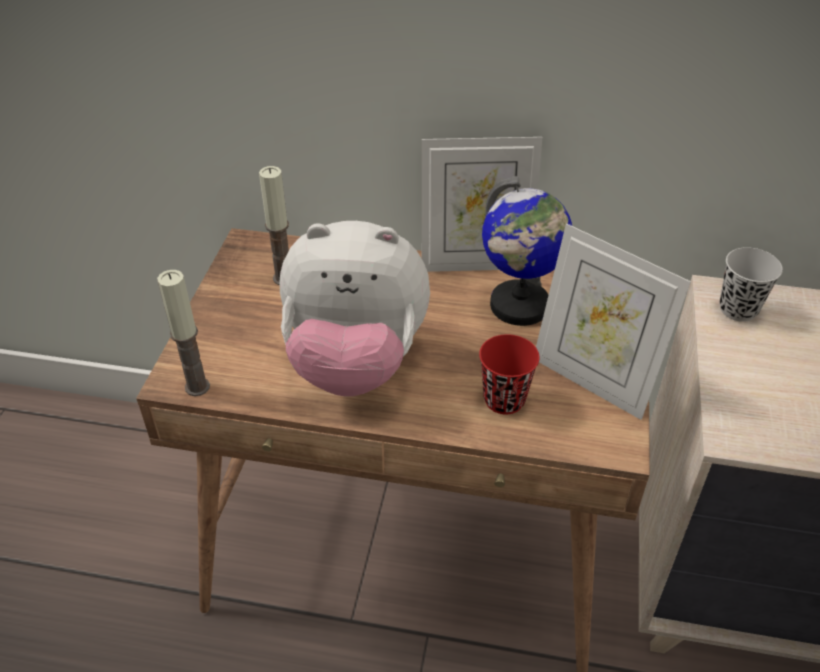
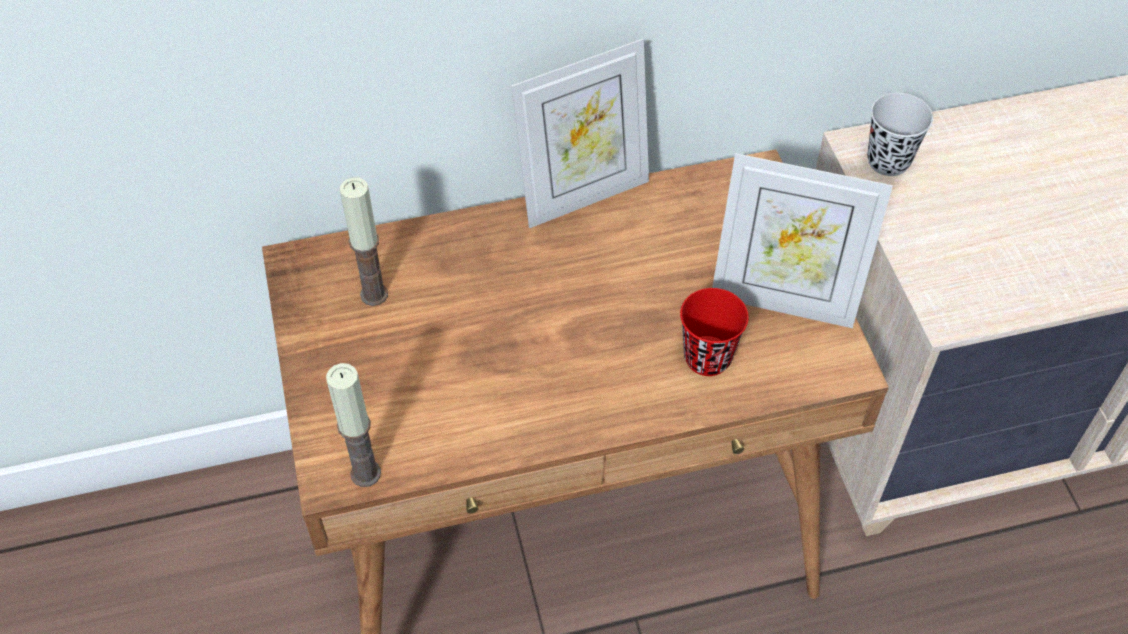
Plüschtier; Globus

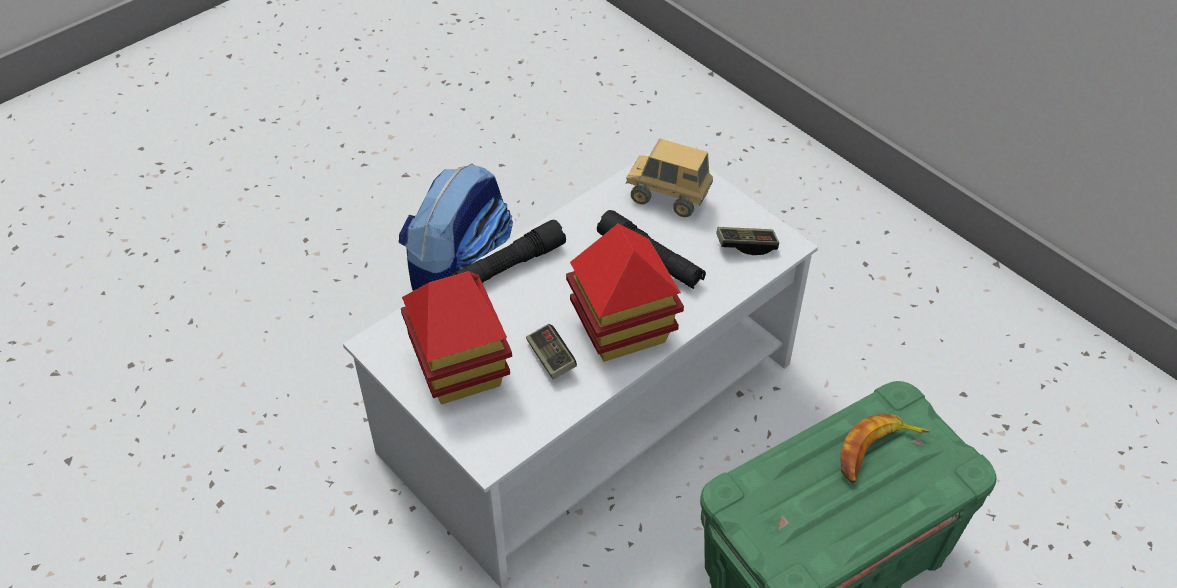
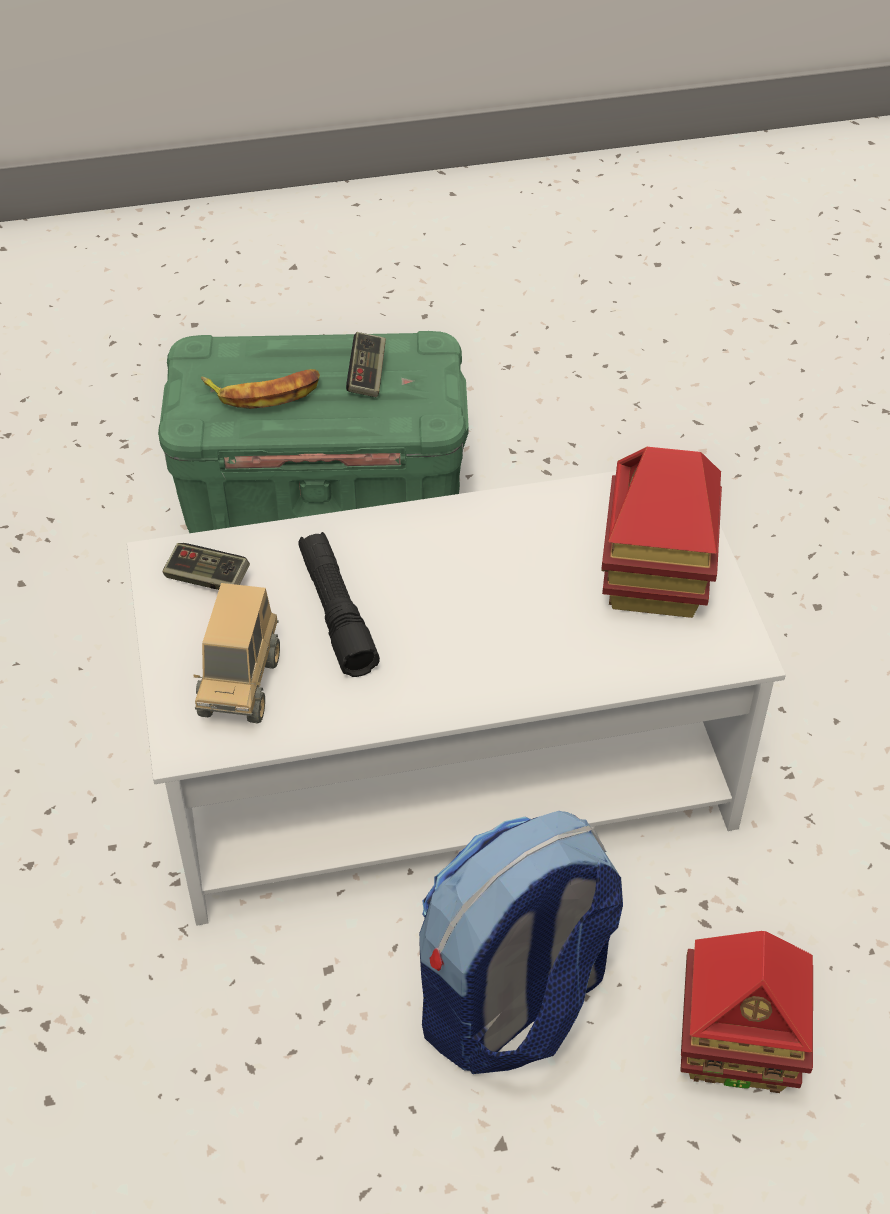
Spielzeuglaster; Gamepad (2nd from left); Spielzeughaus (2nd from left); Taschenlampe (schwarz) (1st from left in the first image)

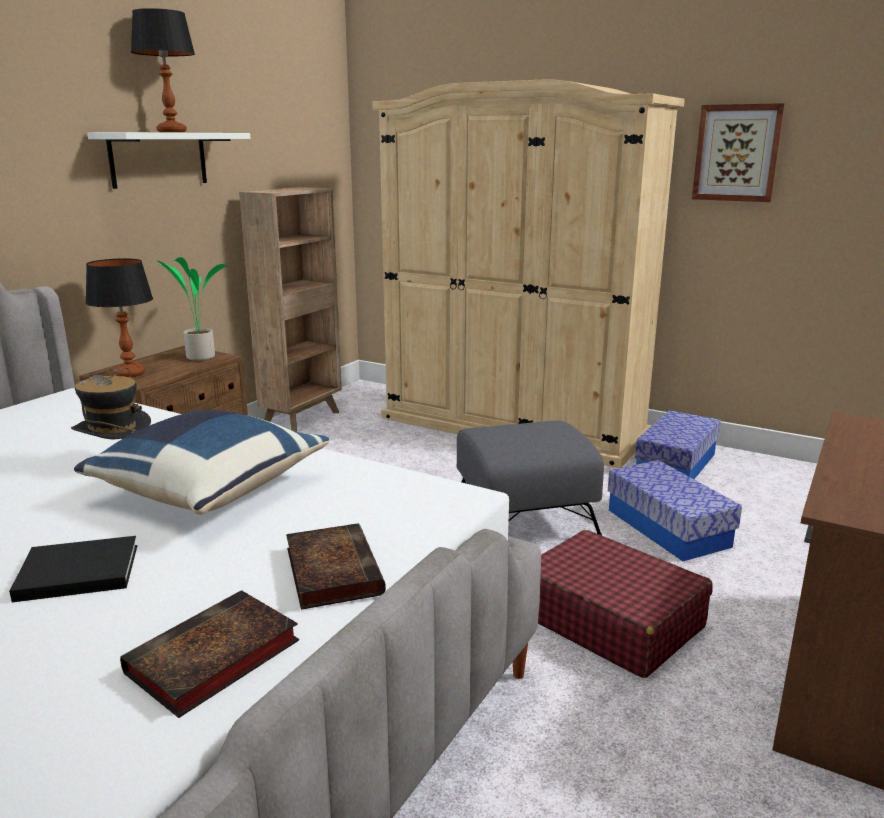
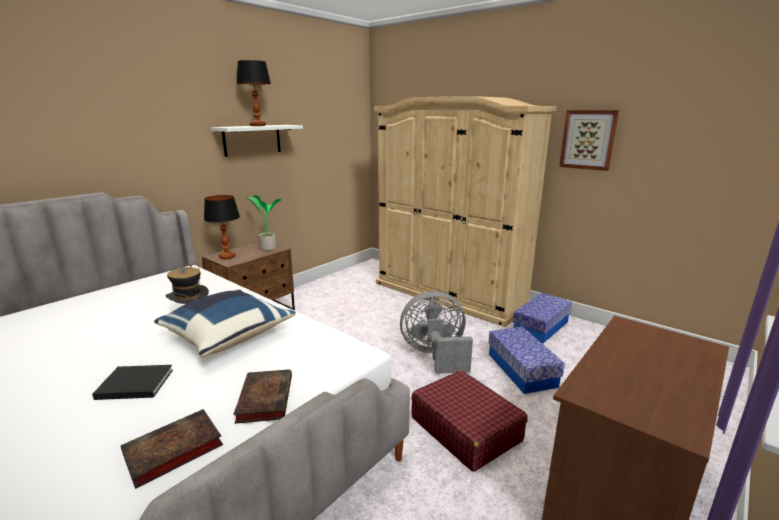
Ventilator (grau); Bücherregal (braun)

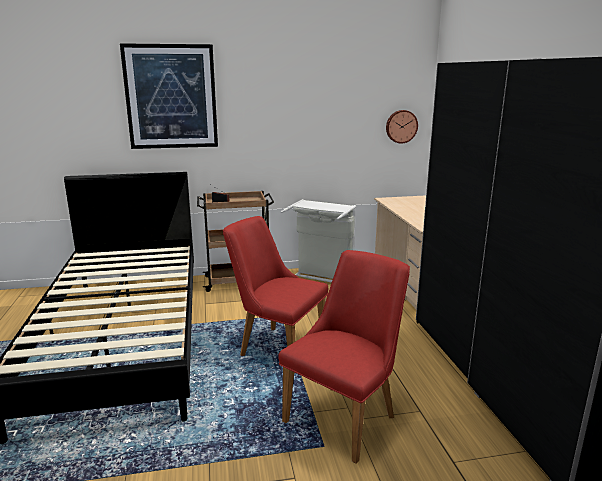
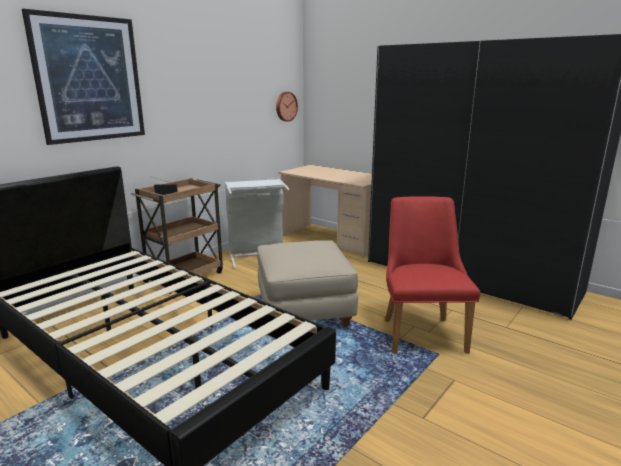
Polsterhocker (beige)

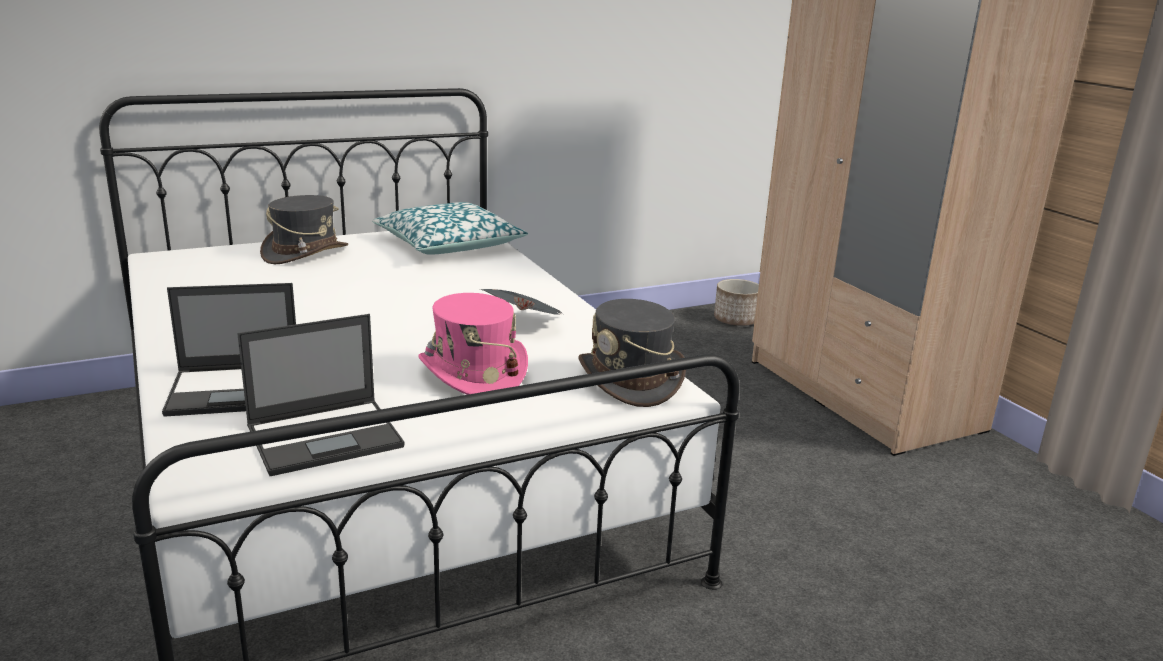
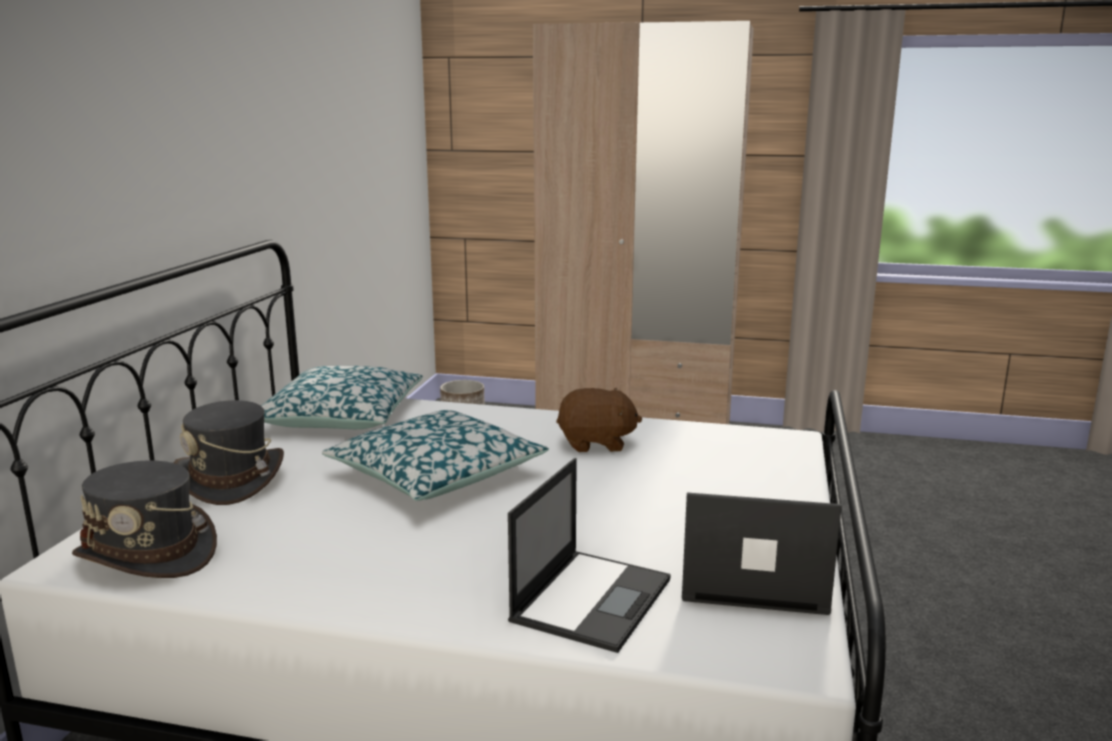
Hut (grau) (1st from left); Kissen (2nd from left); Plüschtier (braun); Laptop (2nd from left); Hut (rosa)

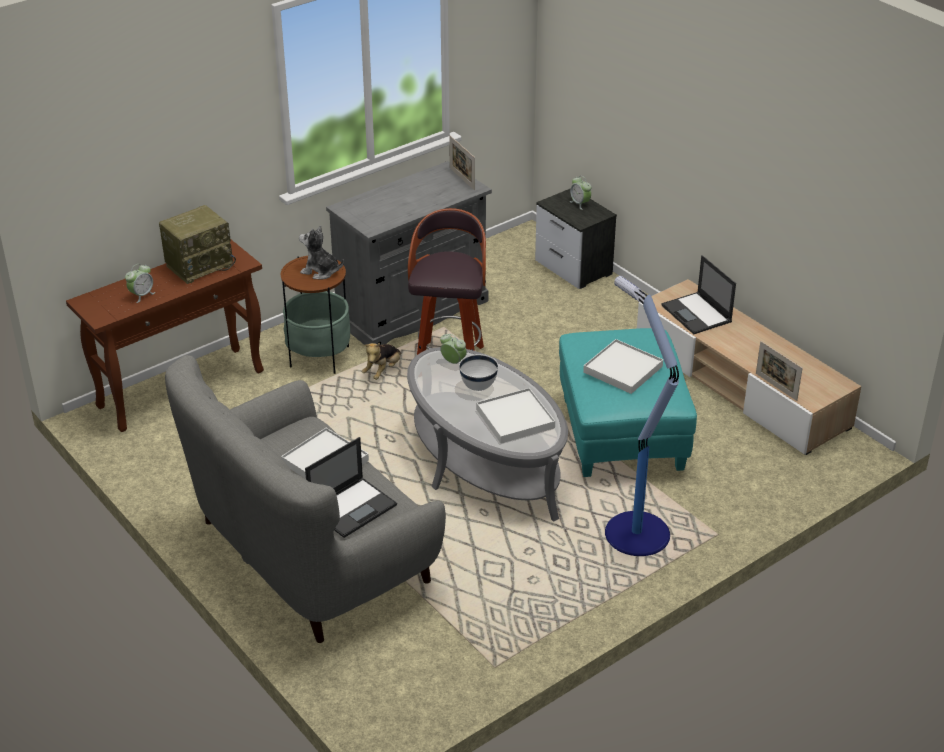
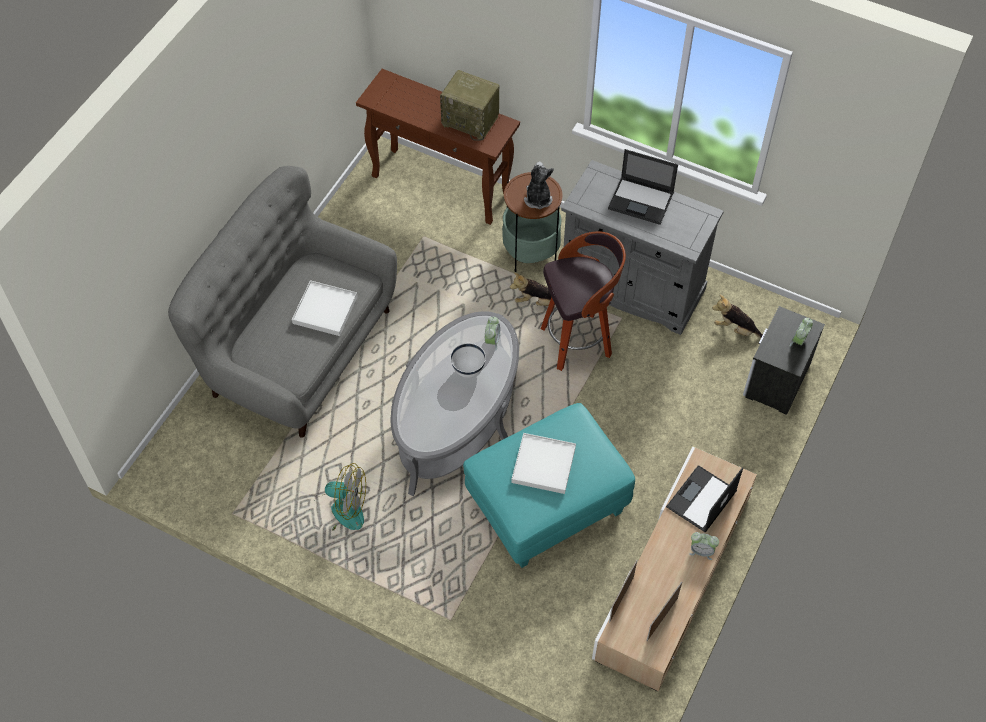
Ventilator; Laptop (1st from left); Bilderrahmen (2nd from left); Wecker (2nd from left); Plüschtier (3rd from left); Tablett (weiß) (2nd from left in the first image); Stehlampe

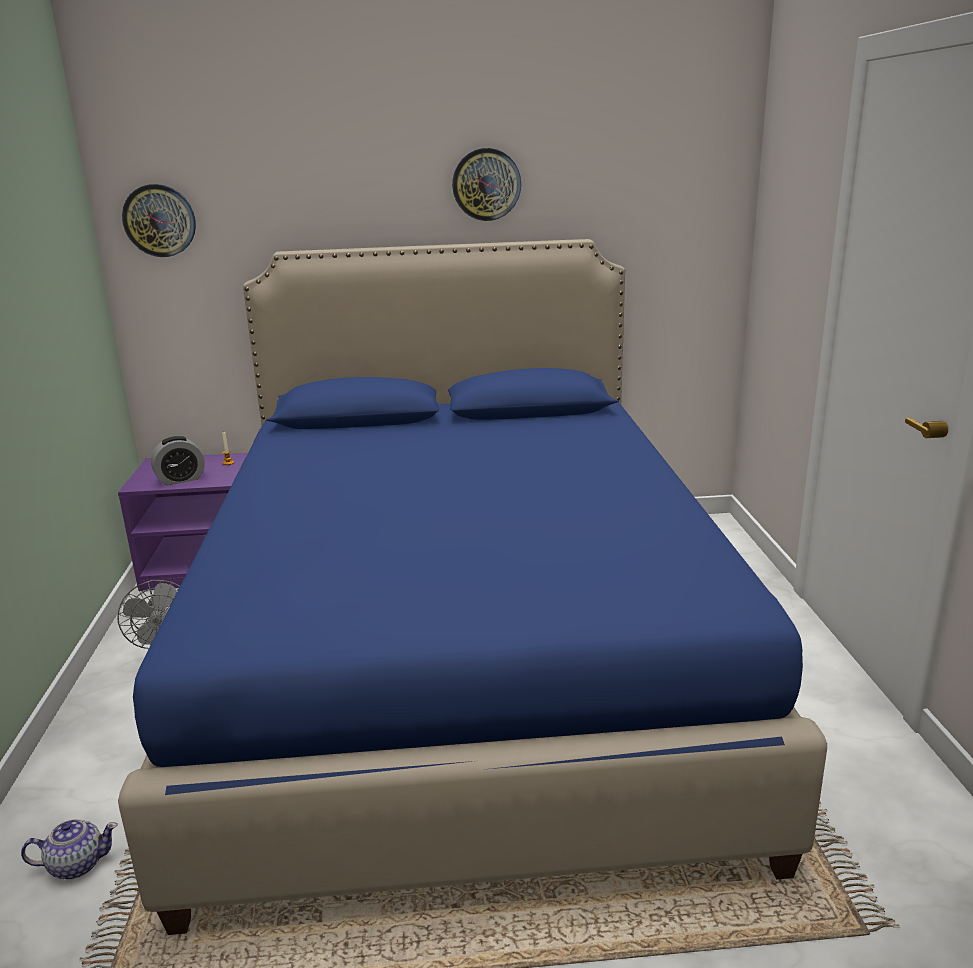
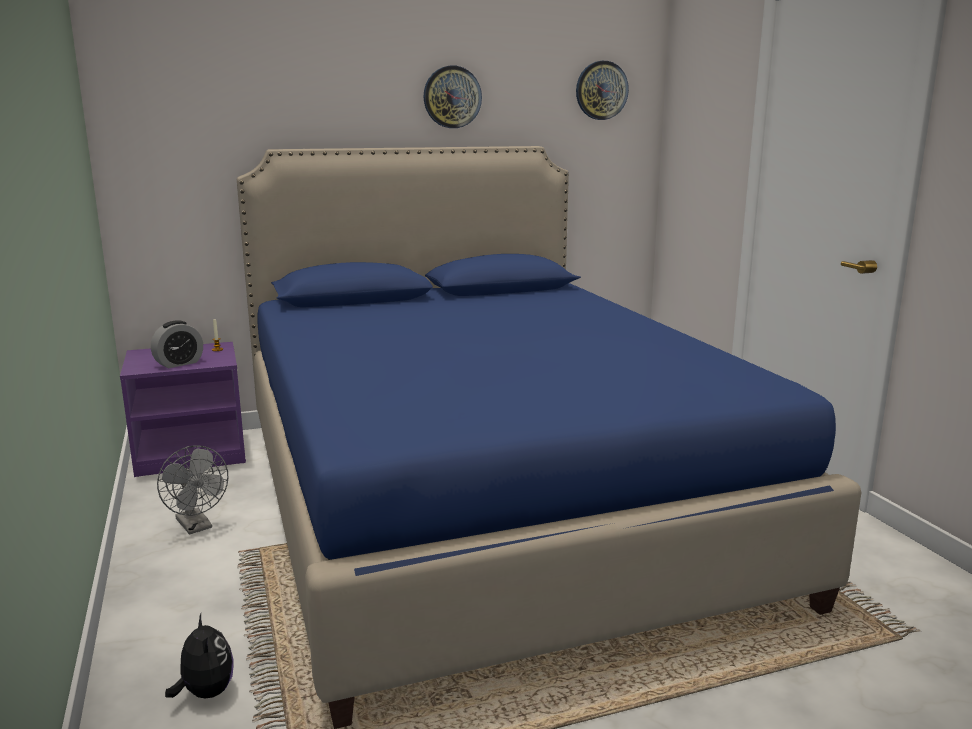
Plüschtier; Wanduhr (2nd from left)

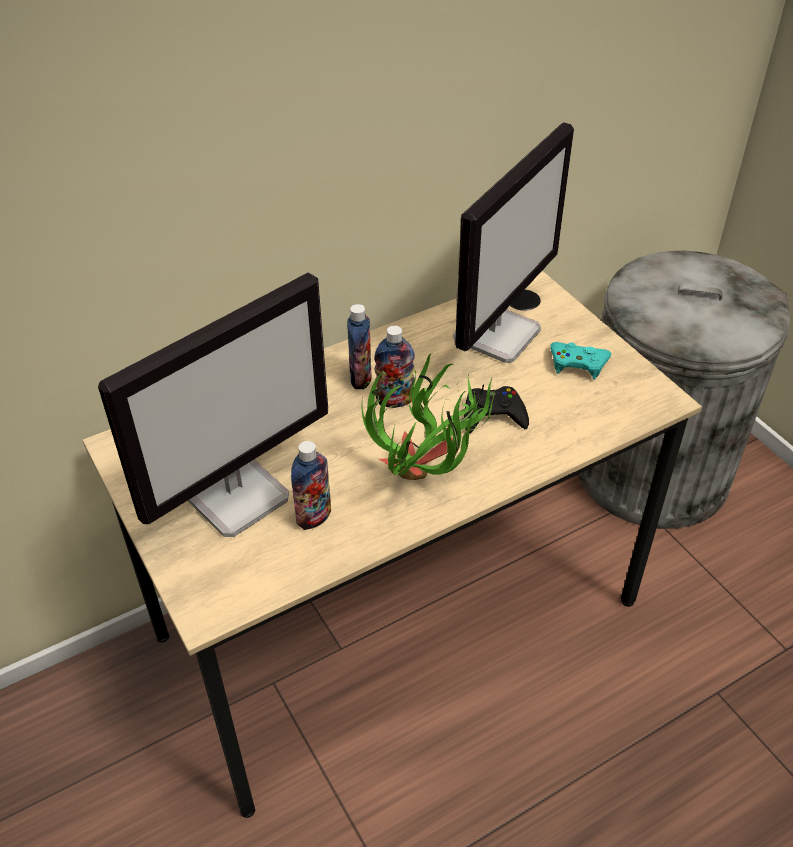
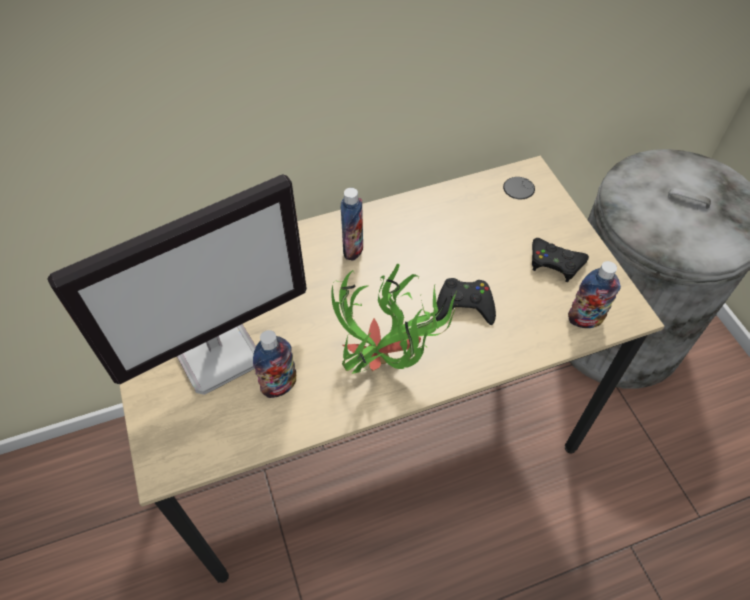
Gamepad (schwarz) (2nd from left); Flasche (3rd from left); Monitor (2nd from left in the first image)

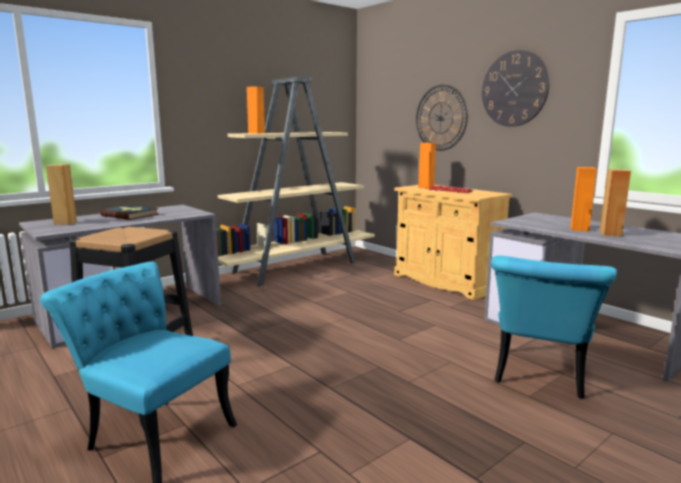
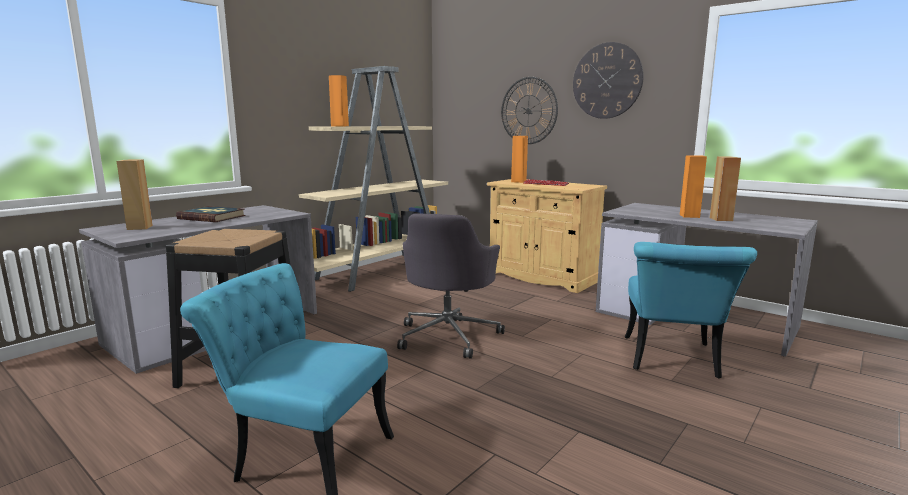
Bürostuhl (grau)

